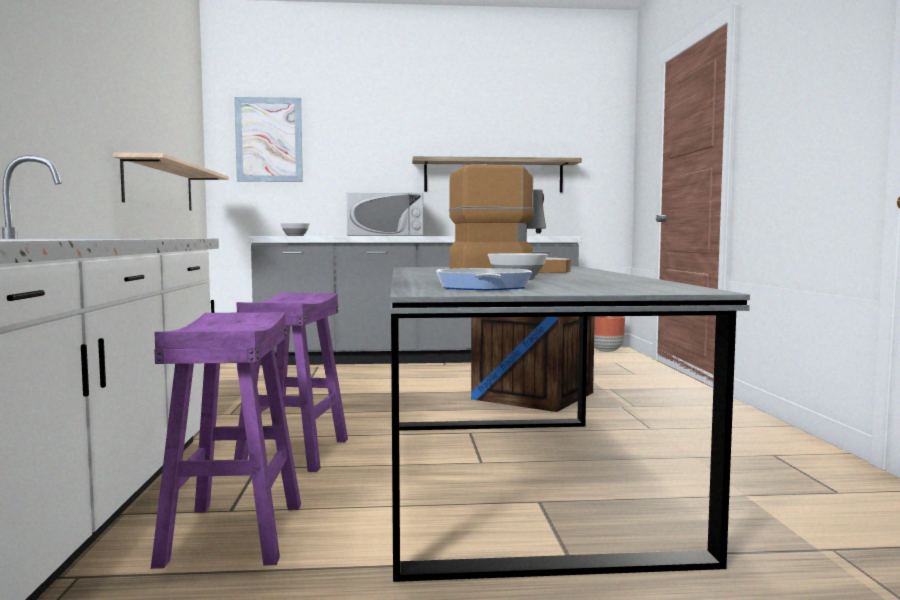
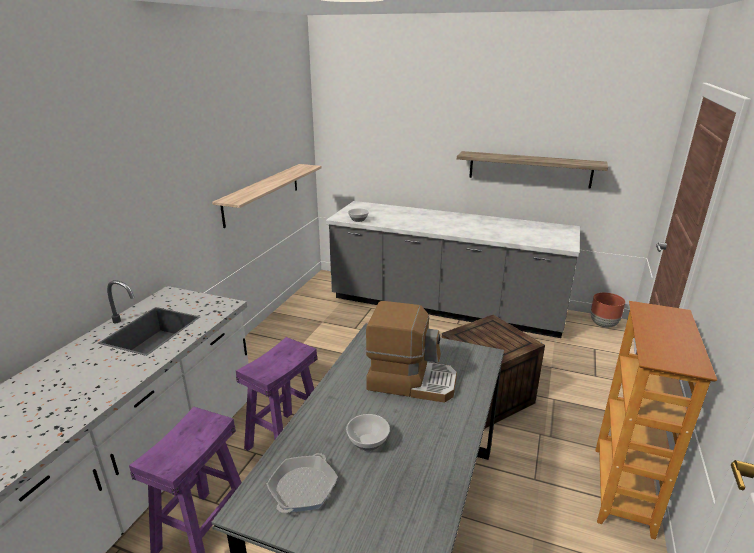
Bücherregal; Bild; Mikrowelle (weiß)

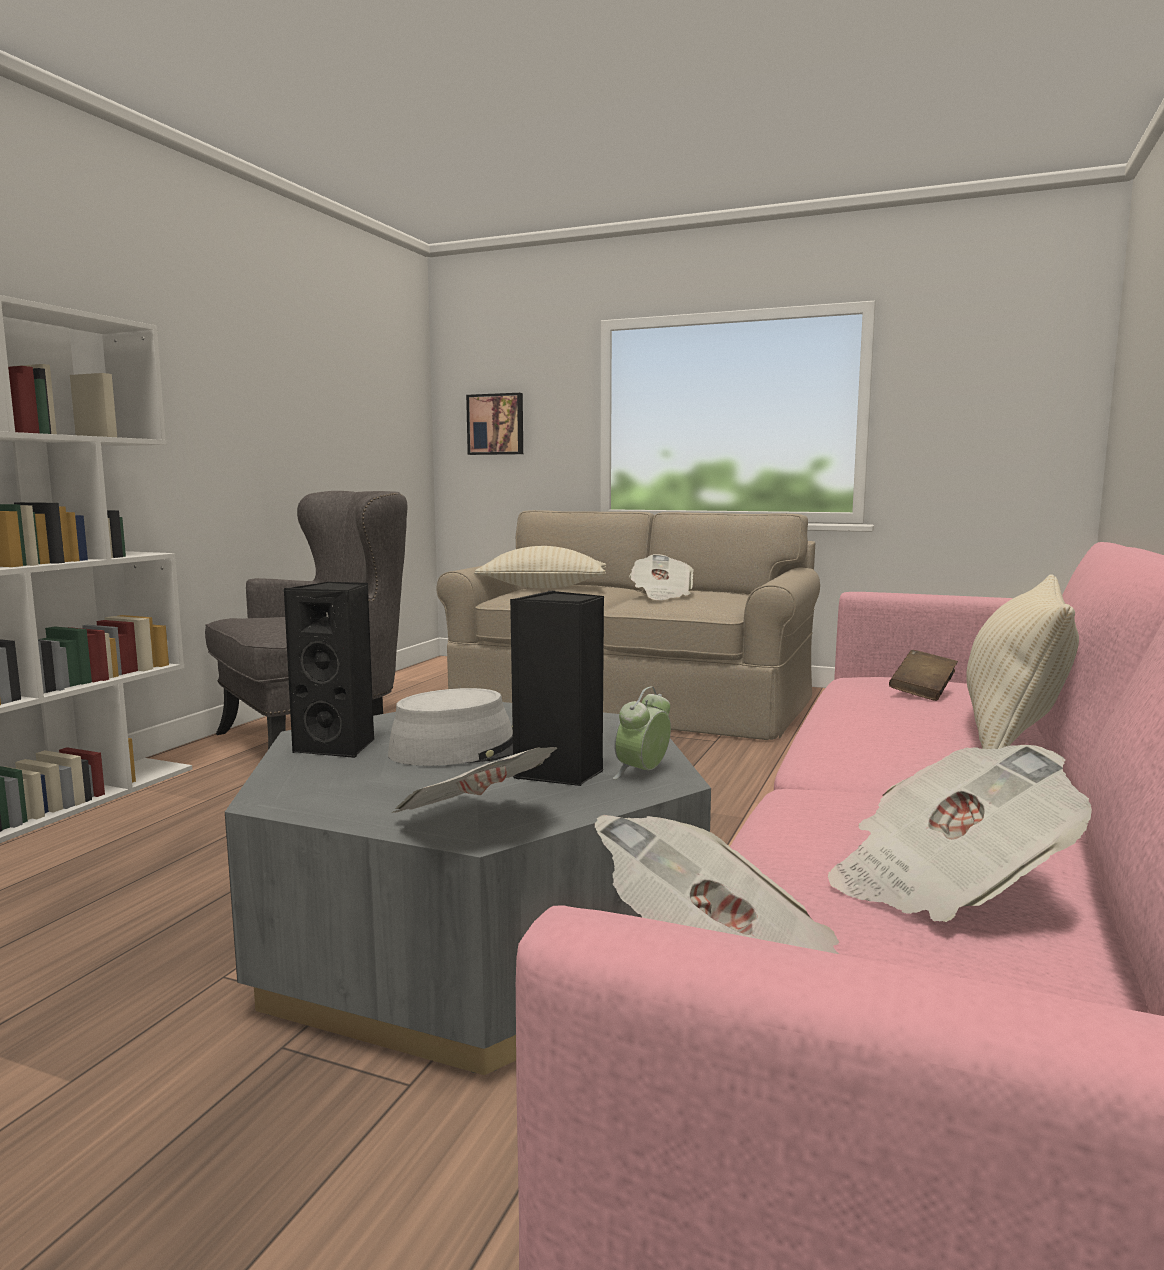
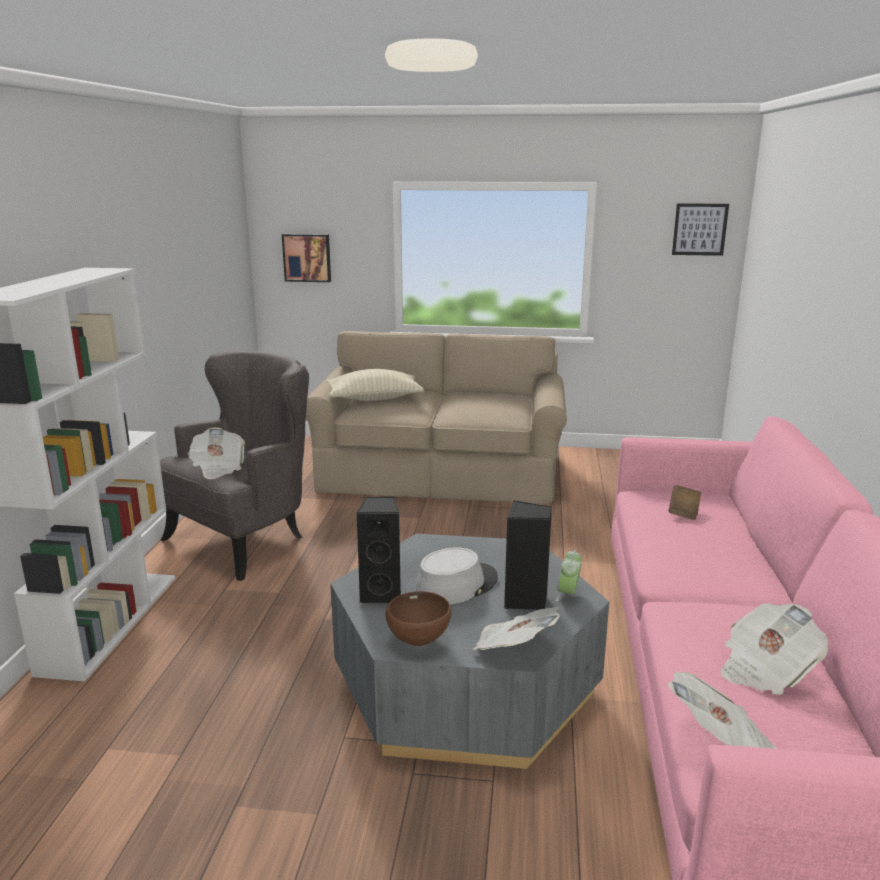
Zeitung (1st from left); Schüssel (braun); Bild (2nd from left); Kissen (beige) (2nd from left in the first image)

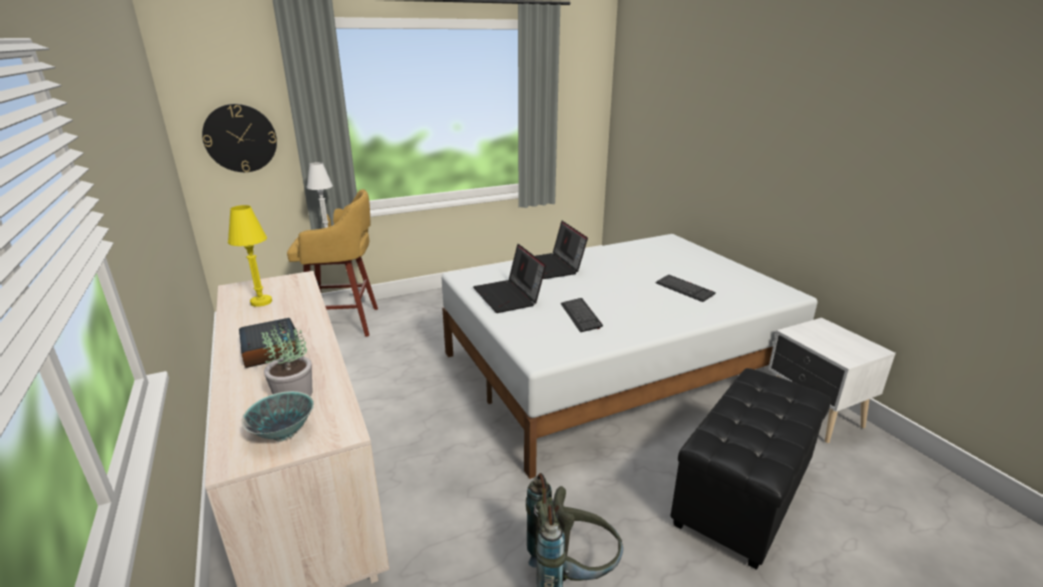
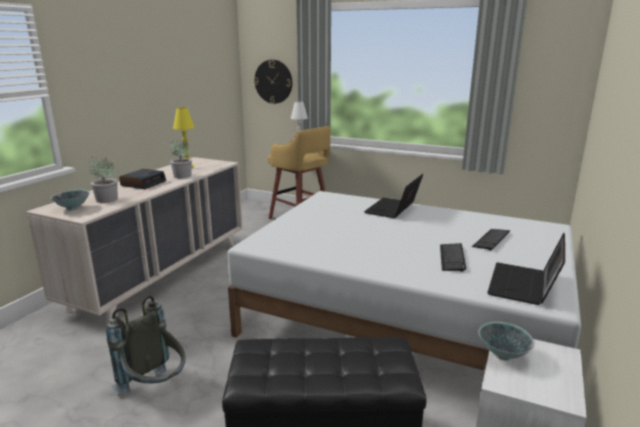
Topfpflanze (2nd from left); Tastatur (2nd from left); Schüssel (2nd from left); Laptop (2nd from left)

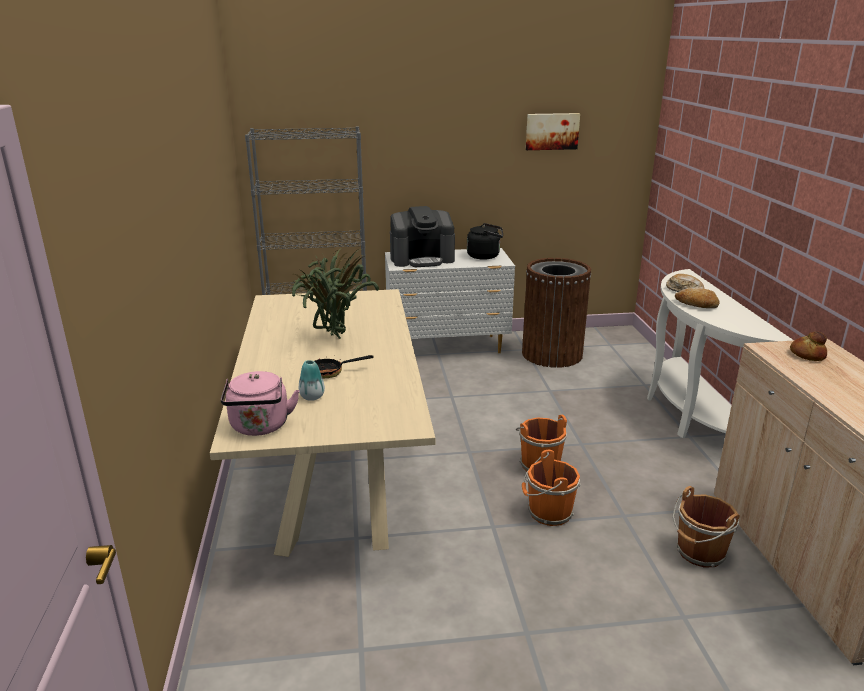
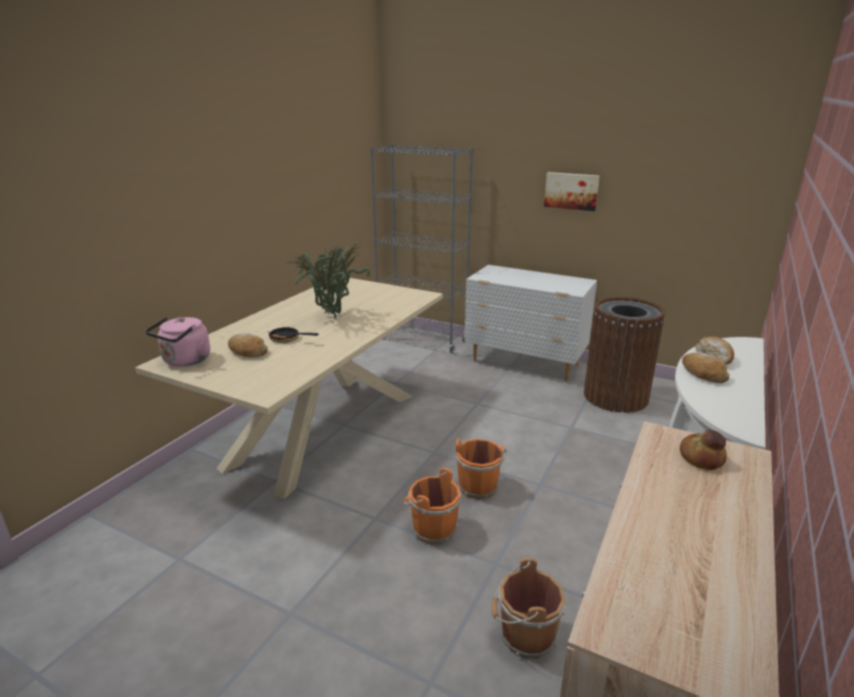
Brot (1st from left); Bild; Kaffeemaschine; Wasserkessel (schwarz)

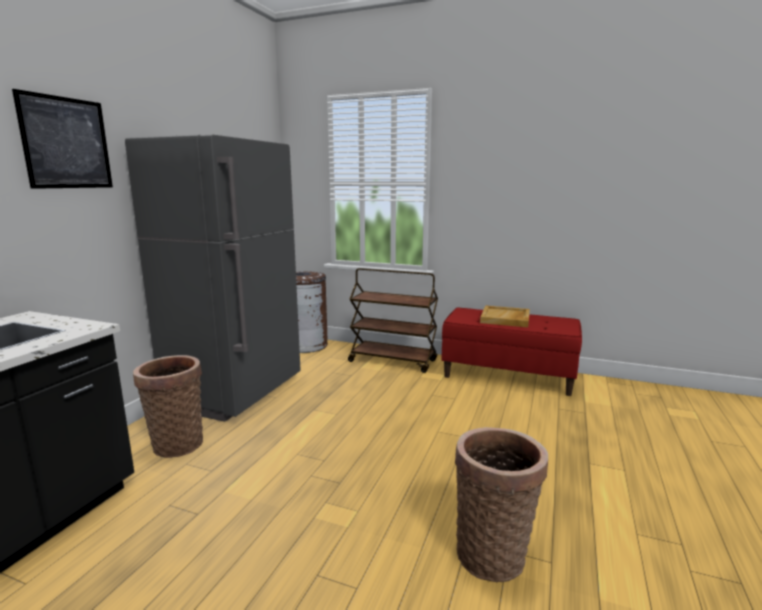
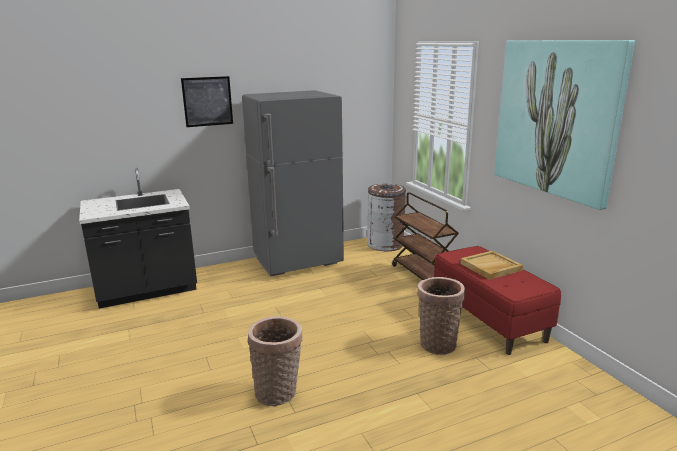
Korb (2nd from left); Bild (2nd from left)

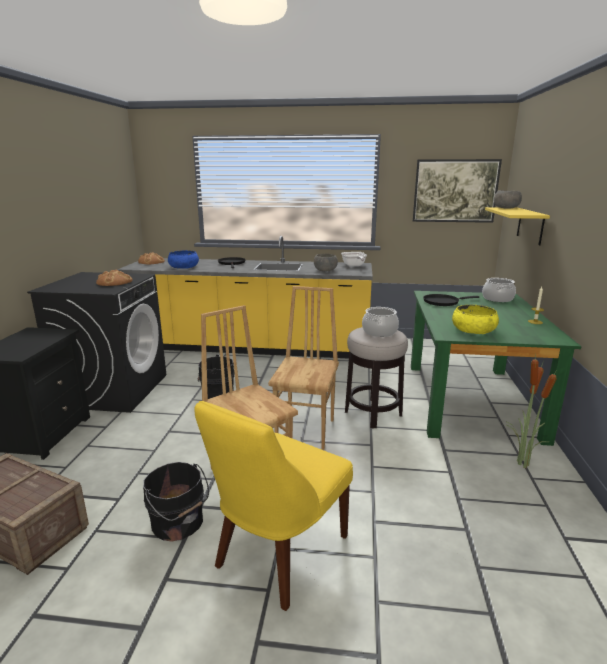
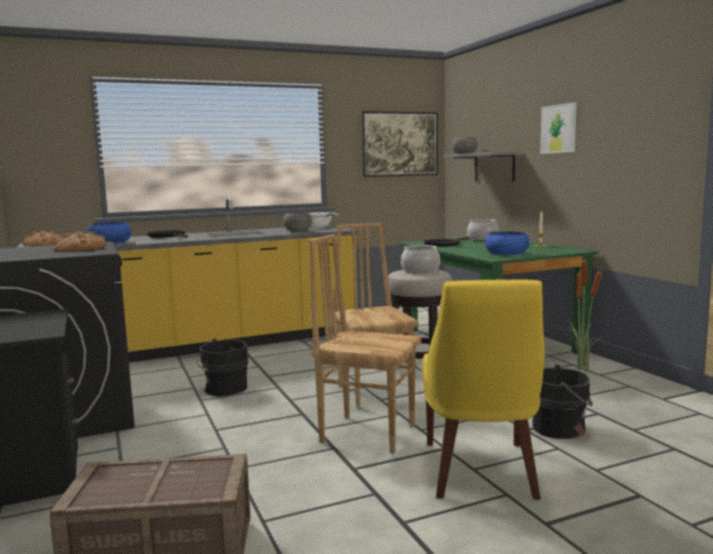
Wandregal (grau); Schüssel (blau) (2nd from left); Eimer (schwarz) (2nd from left); Bild (2nd from left)

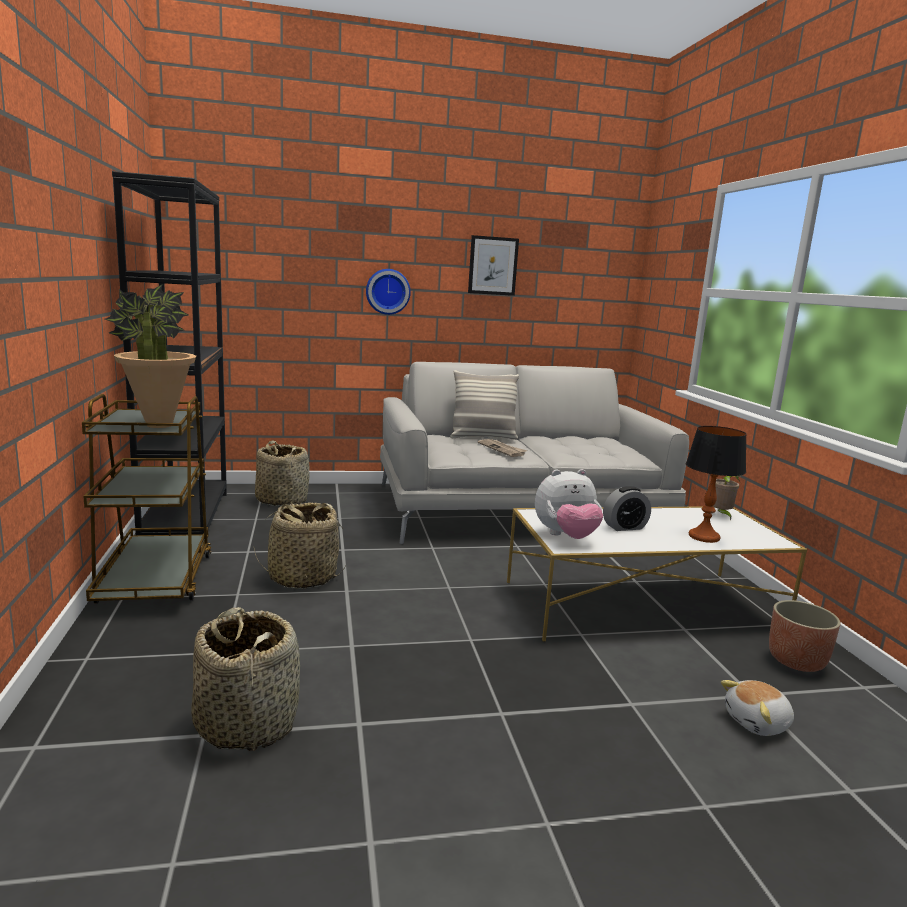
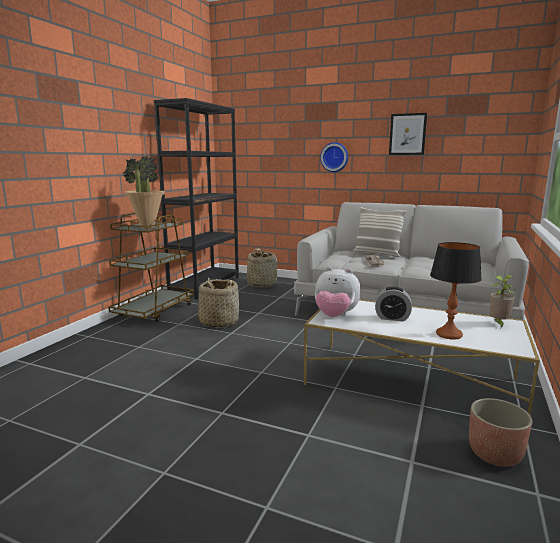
Korb (1st from left in the first image); Plüschtier (2nd from left in the first image)

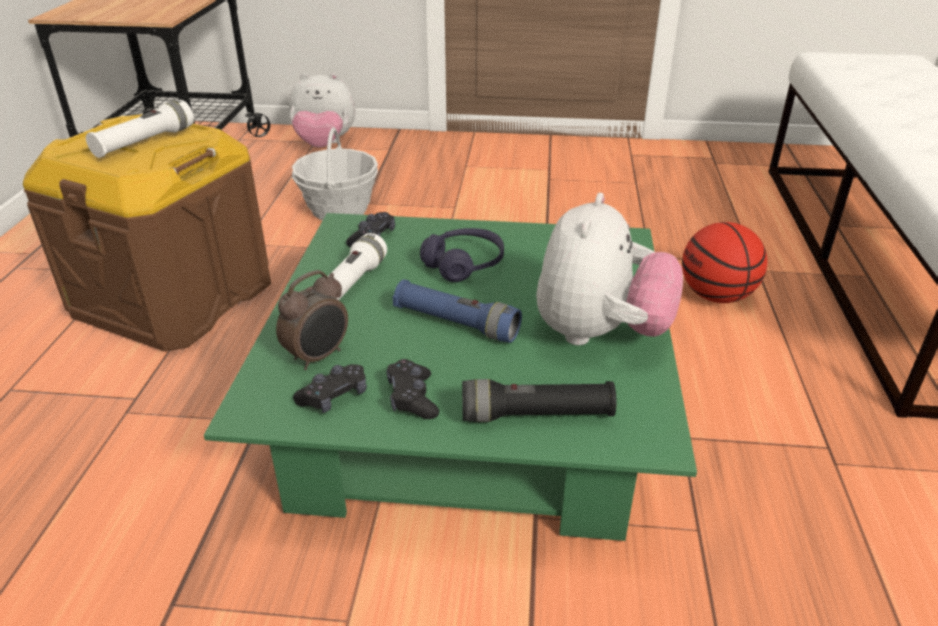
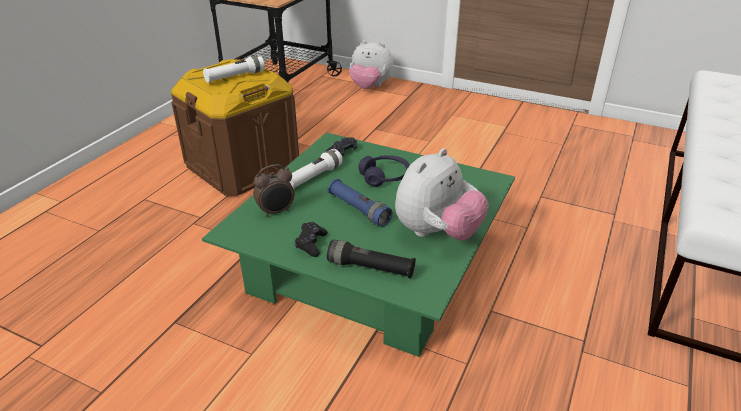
Korb; Gamepad (schwarz) (1st from left in the first image); Basketball

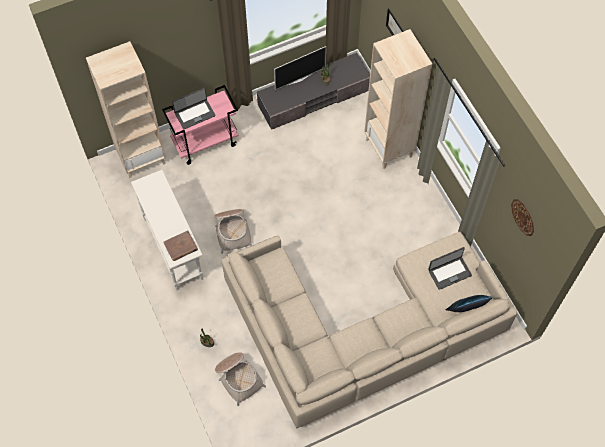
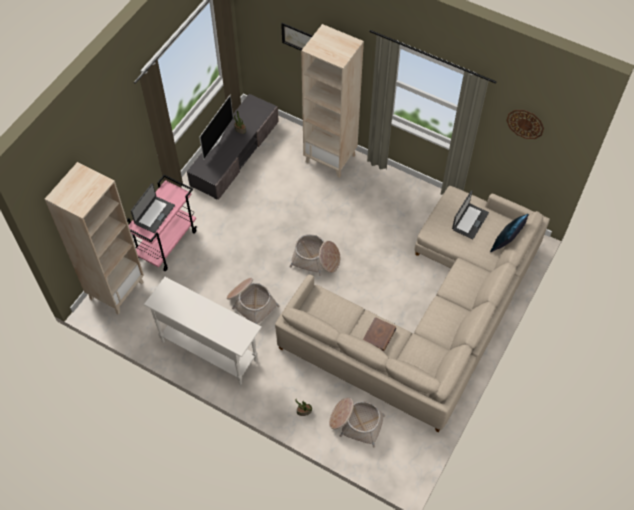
Korb (2nd from left); Buch (braun)

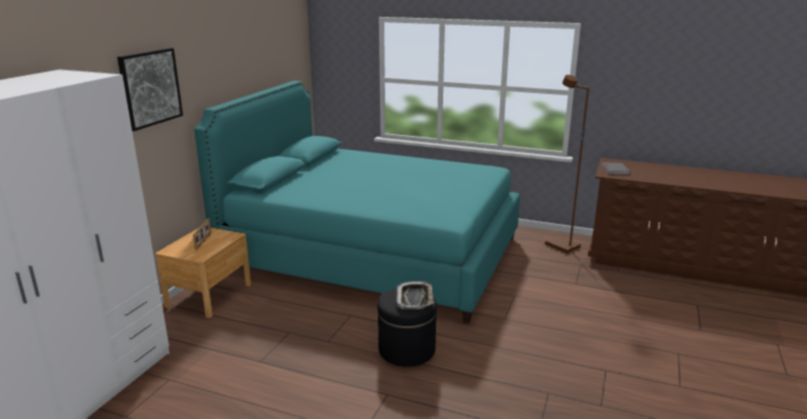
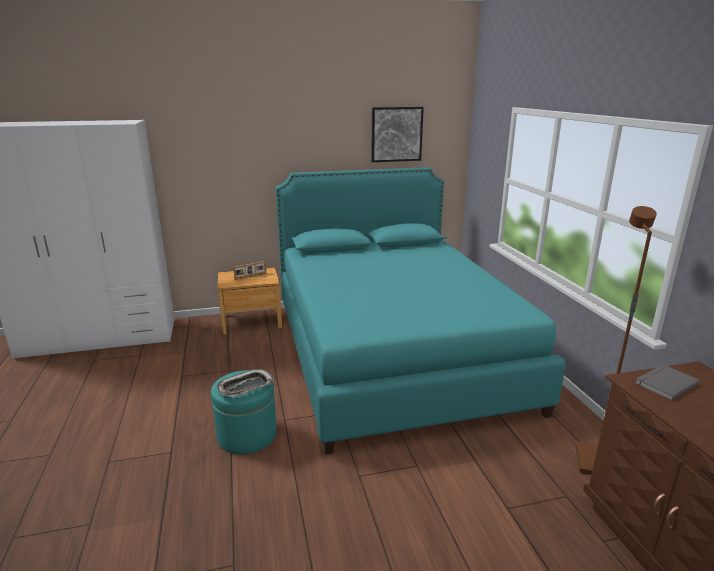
Polsterhocker (türkis); Bild

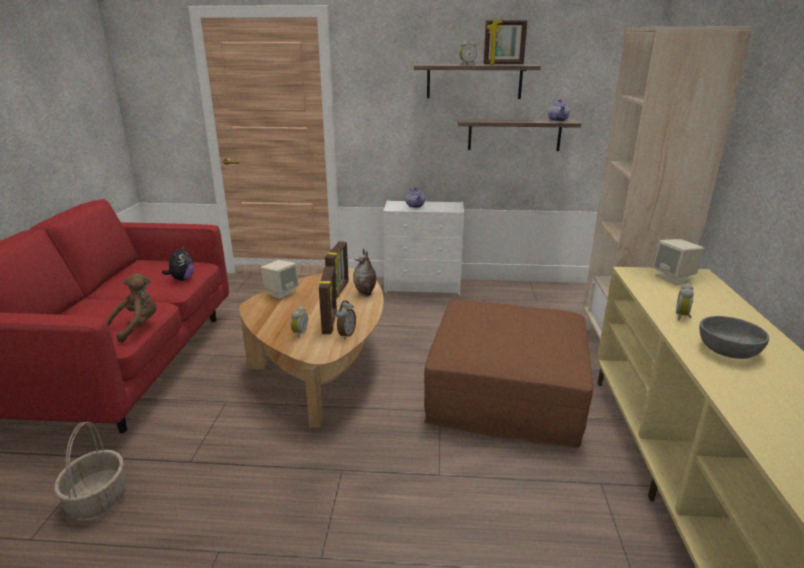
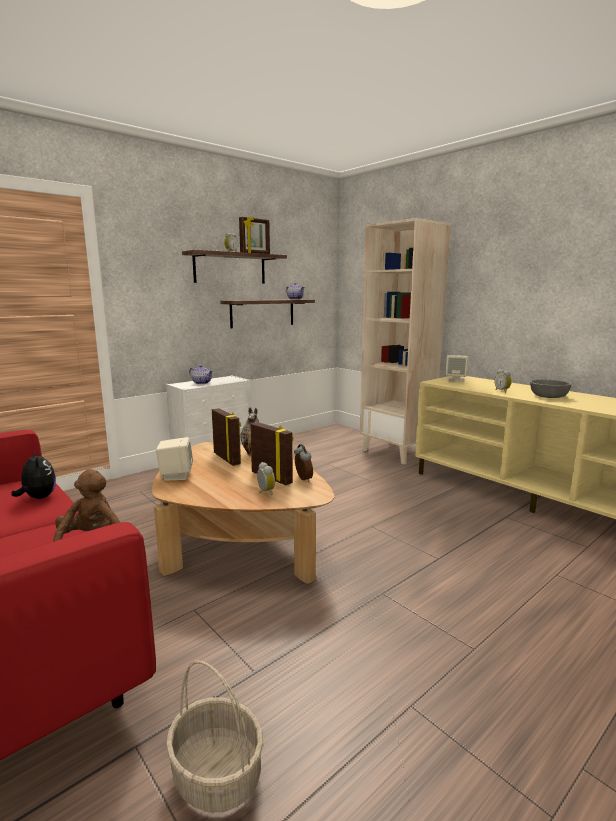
Polsterhocker (braun)

